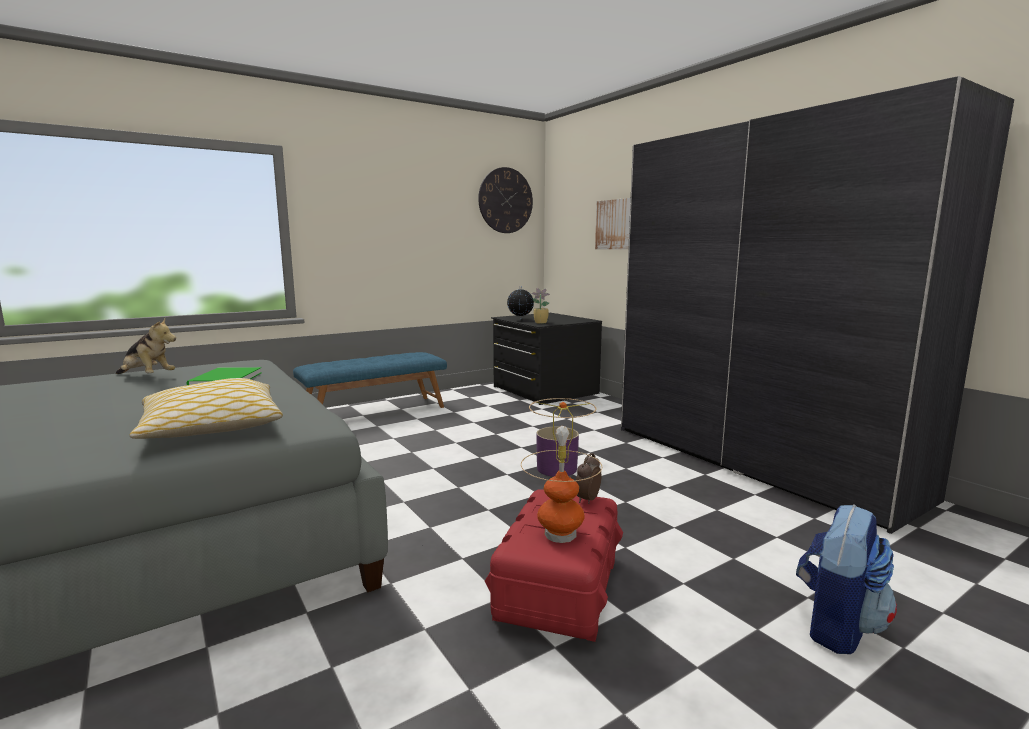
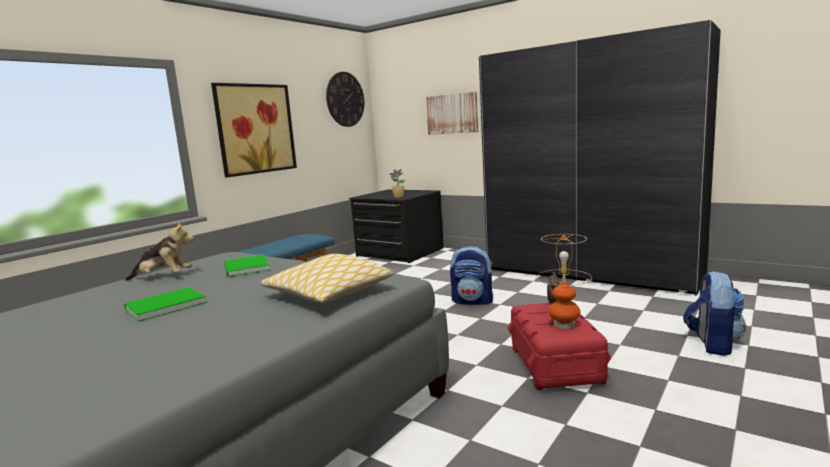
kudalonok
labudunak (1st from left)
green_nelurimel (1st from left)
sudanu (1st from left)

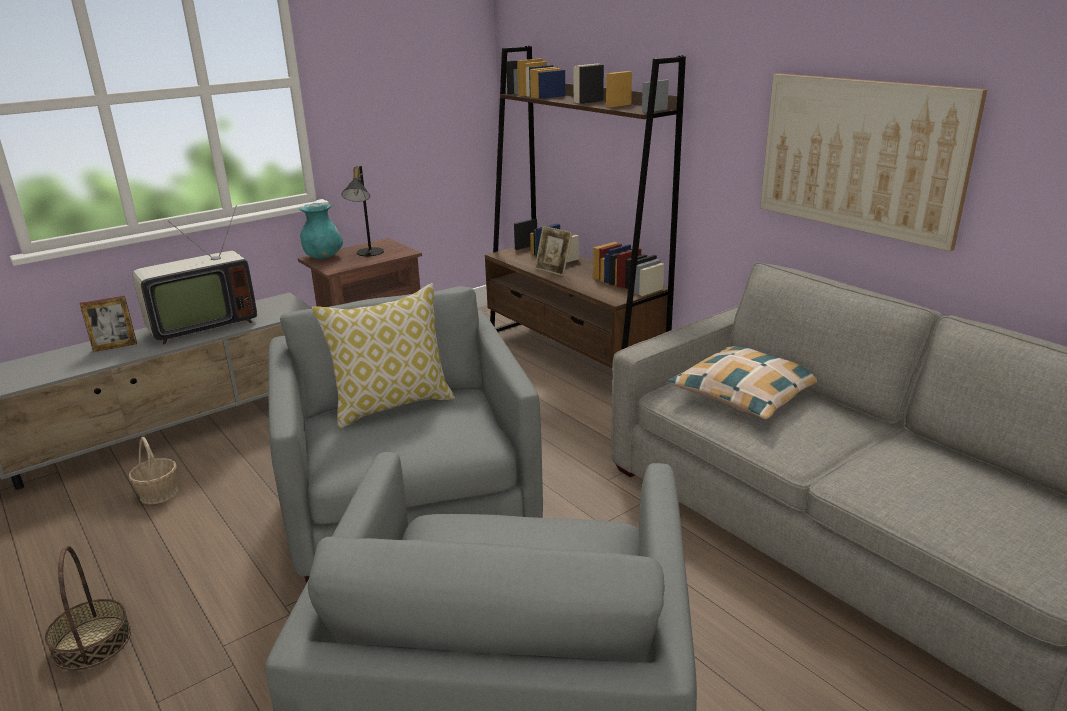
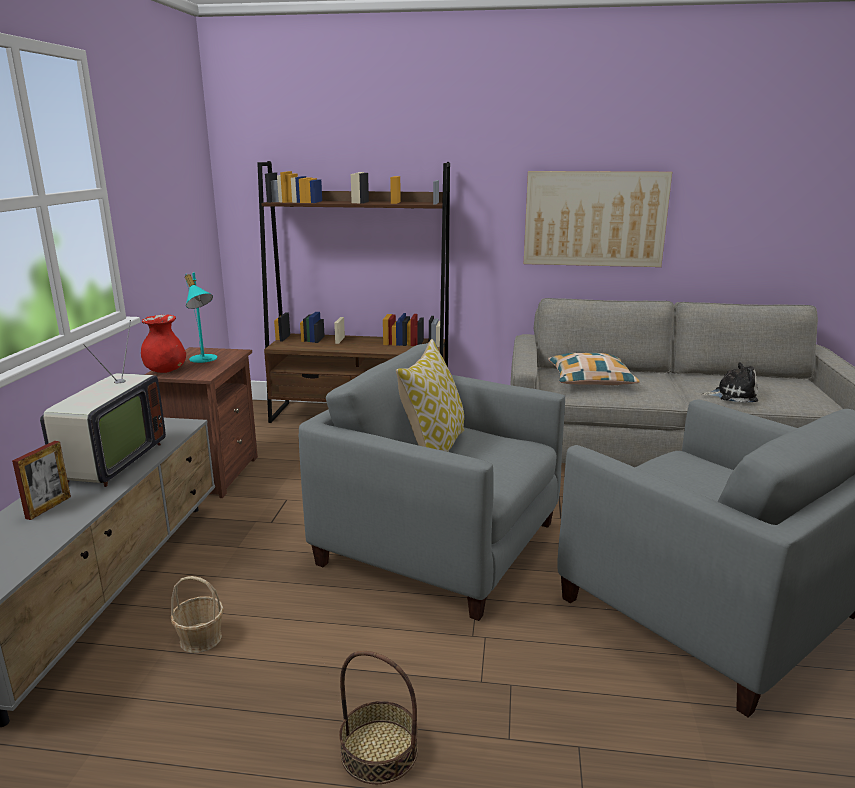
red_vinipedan
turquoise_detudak
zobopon (2nd from left in the first image)
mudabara

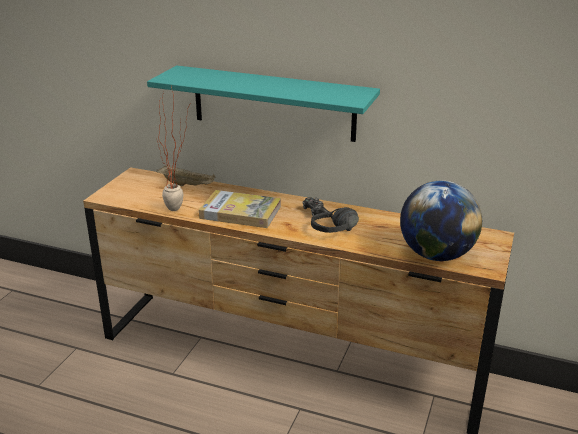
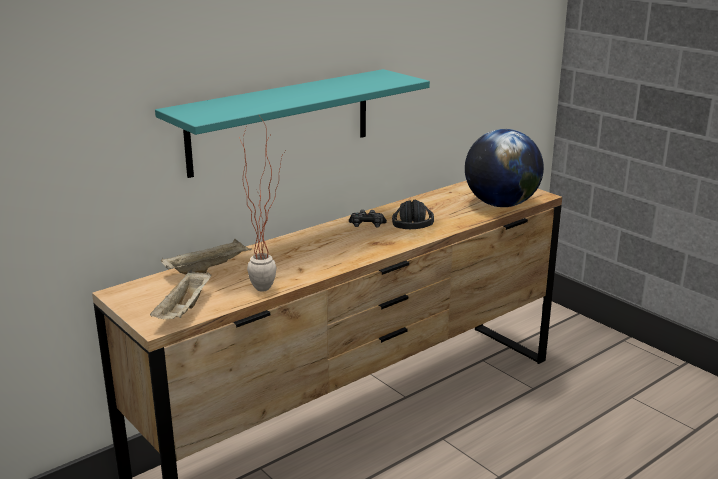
nelurimel
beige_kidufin (1st from left)

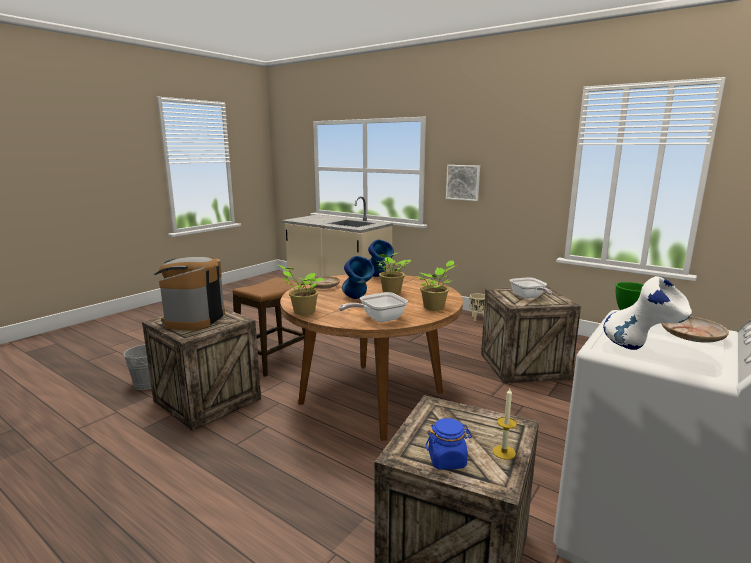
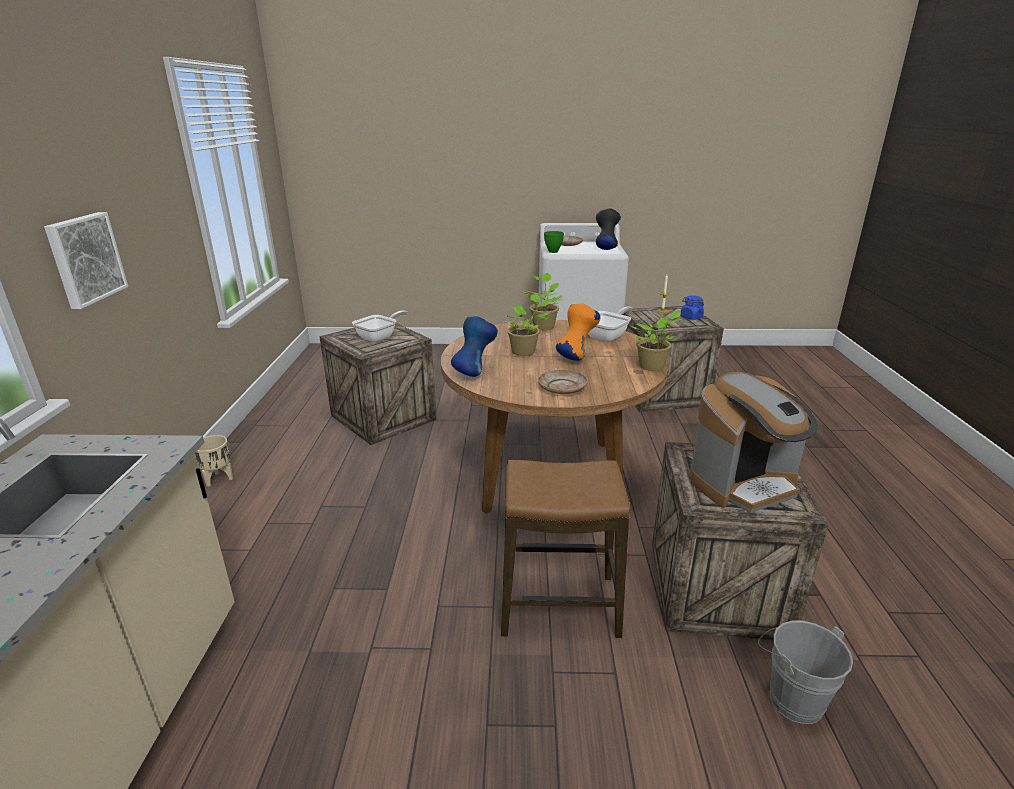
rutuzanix (2nd from left)
orange_vinipedan
black_vinipedan

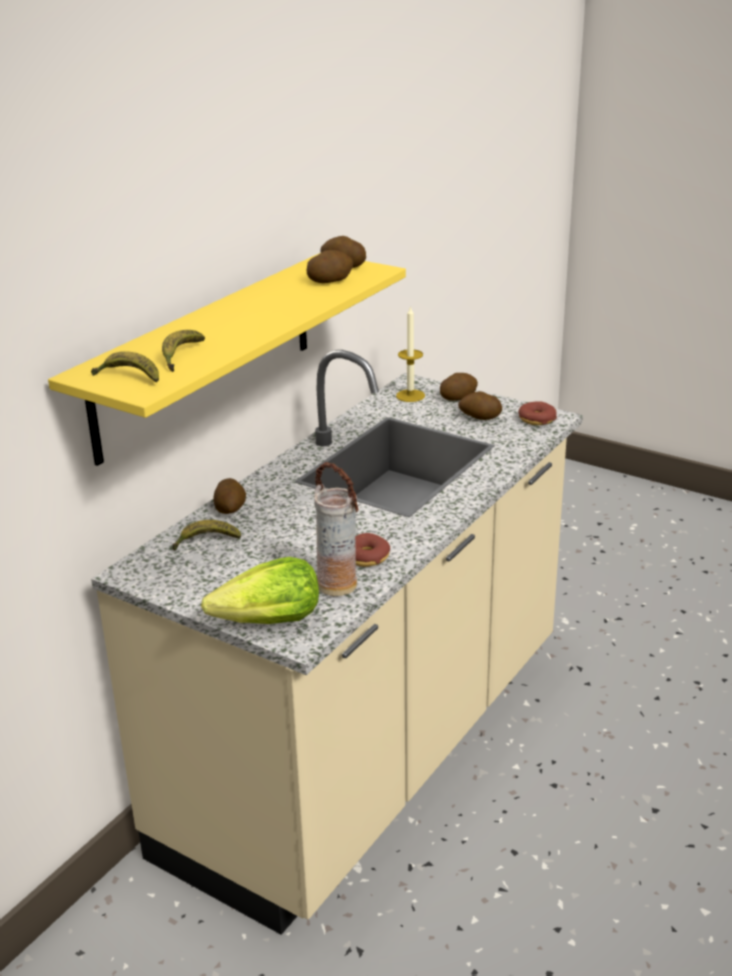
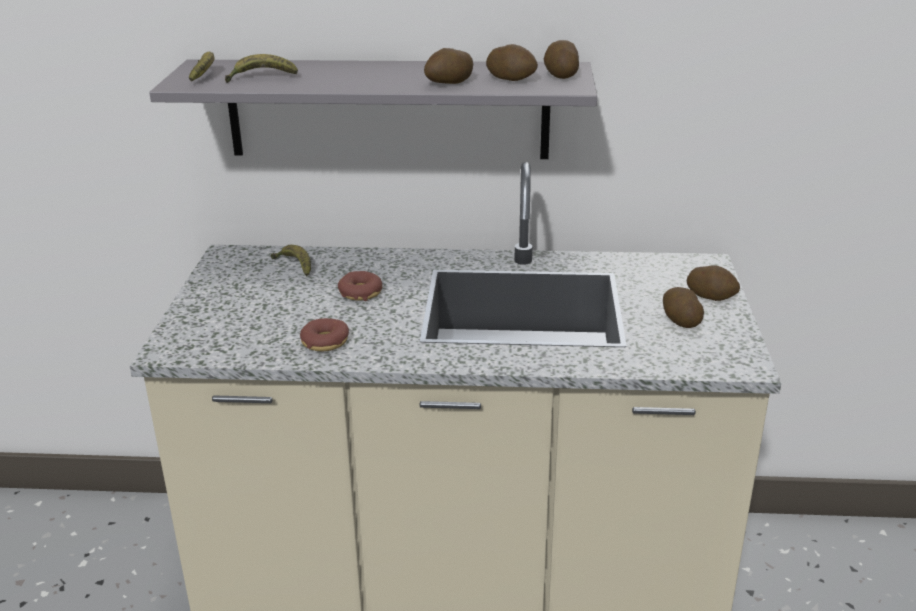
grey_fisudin
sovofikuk
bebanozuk (1st from left)
vinipedan
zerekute
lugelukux (2nd from left)

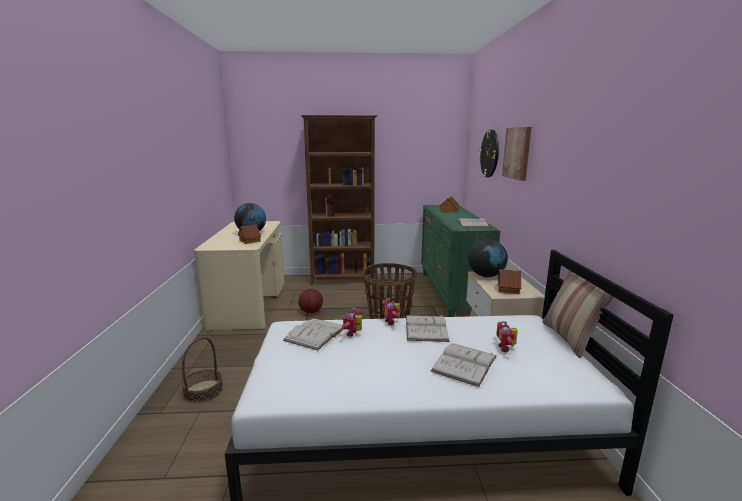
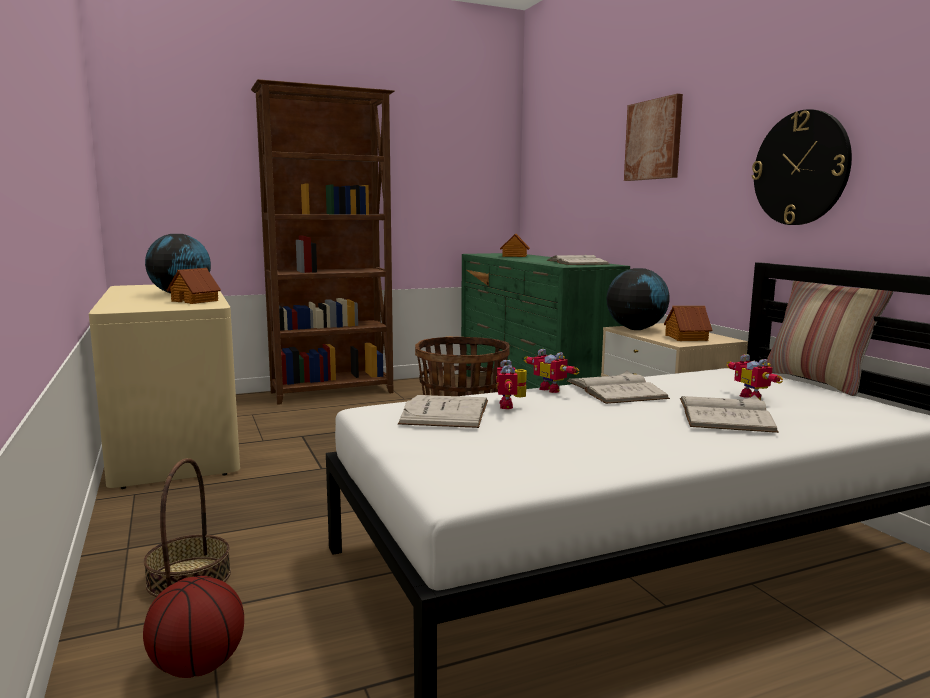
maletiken
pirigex

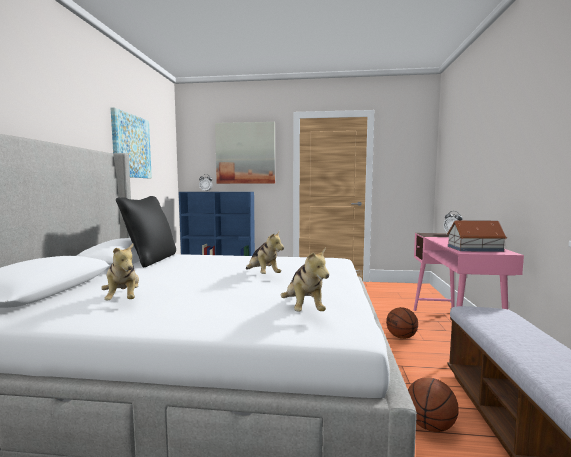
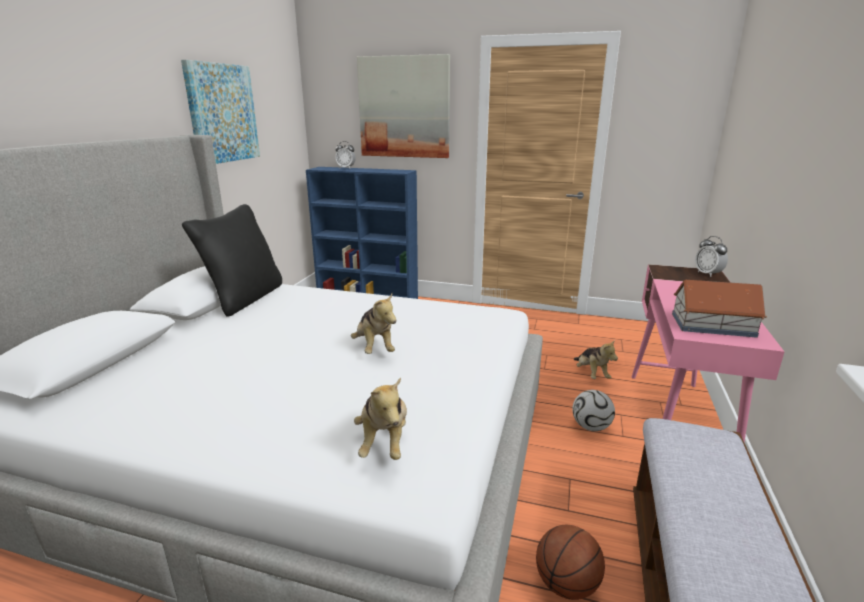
mudabara (3rd from left)
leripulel

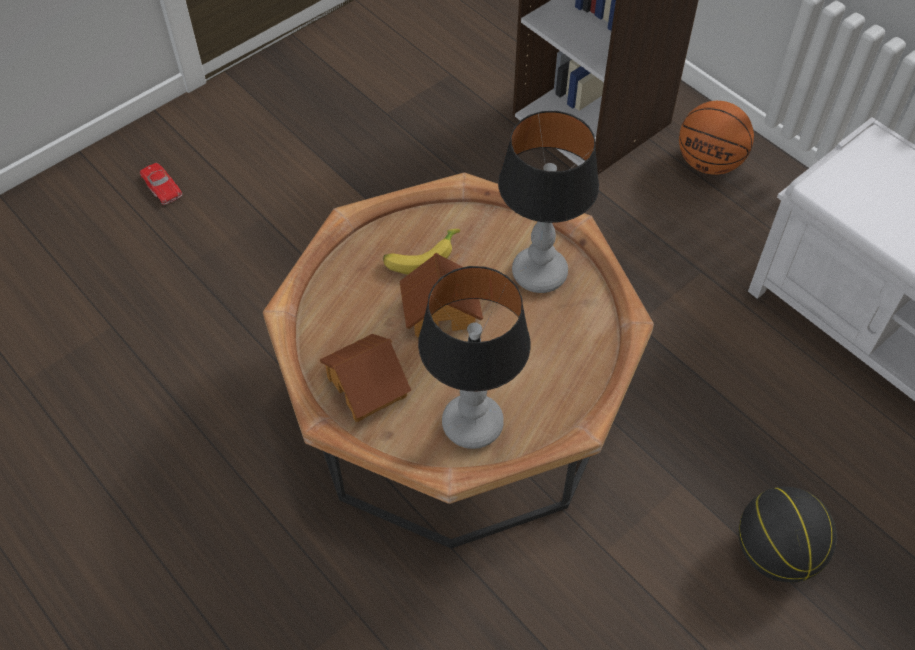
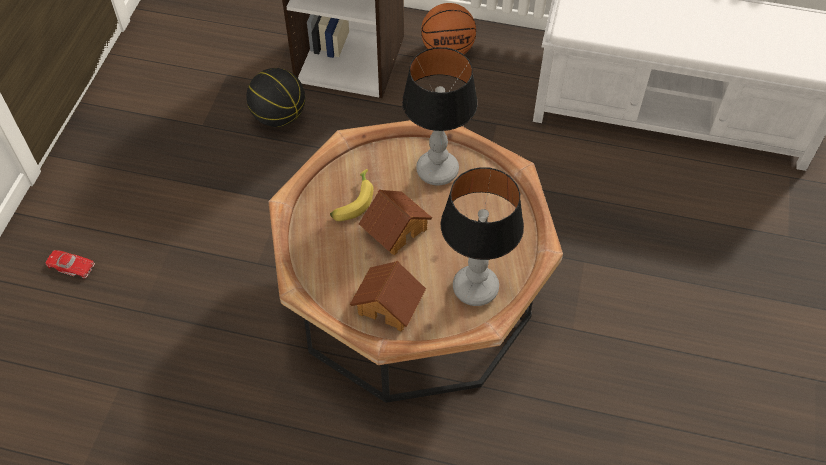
maletiken (1st from left)

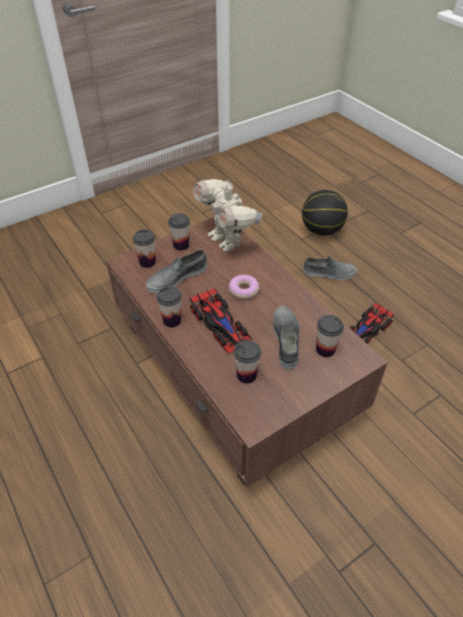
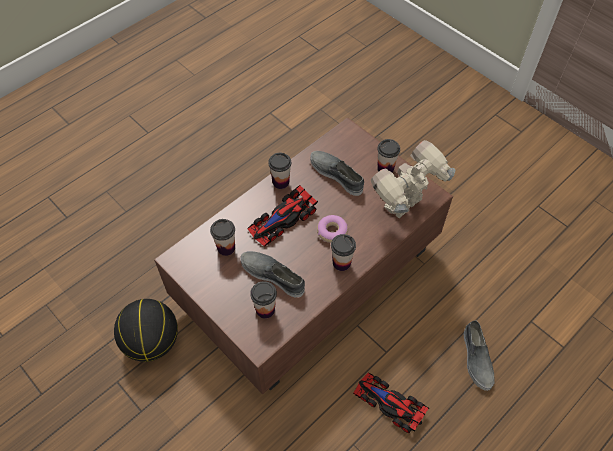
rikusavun (4th from left)
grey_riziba (1st from left)
maletiken

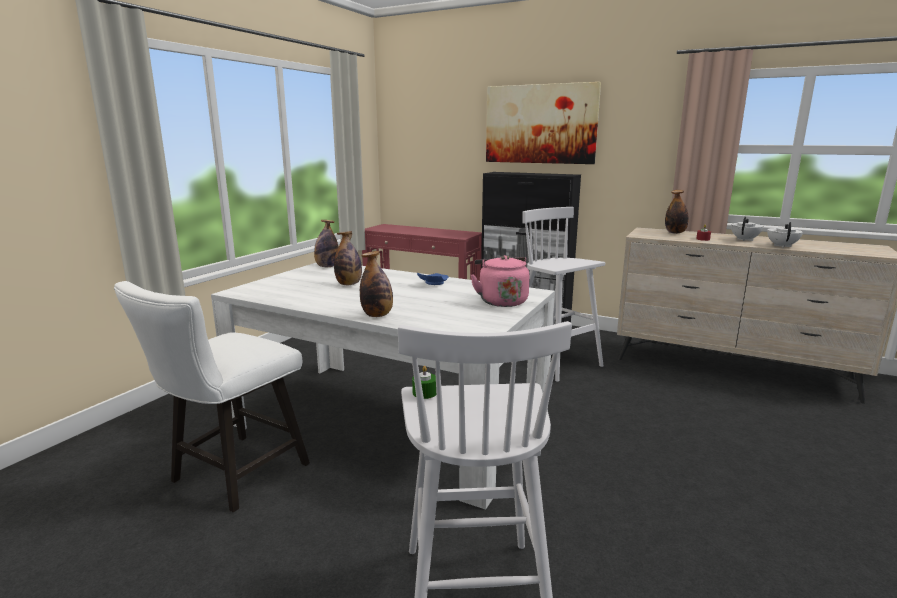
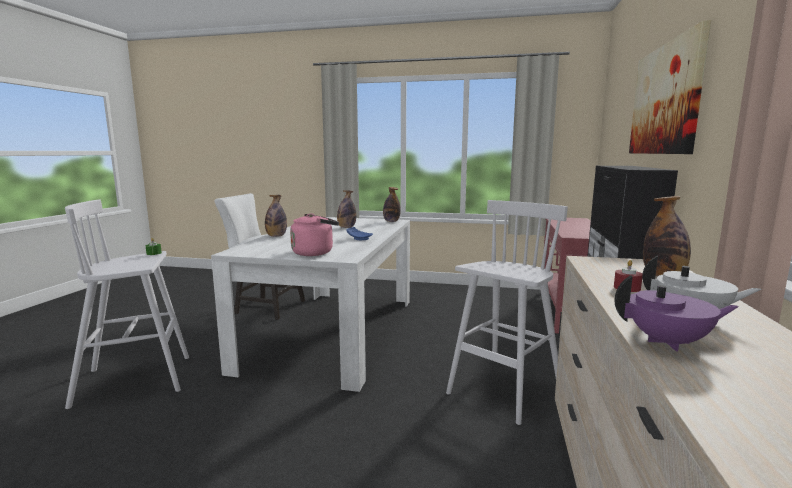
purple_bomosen

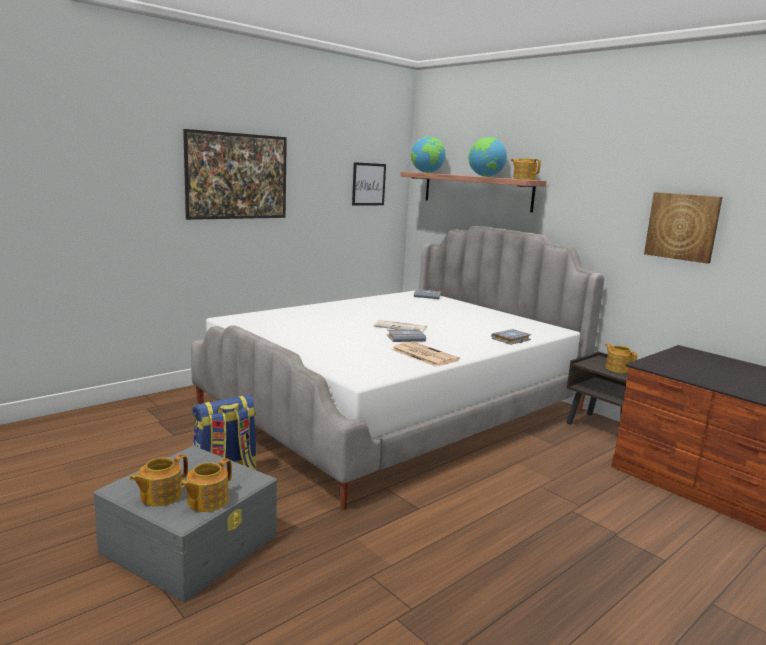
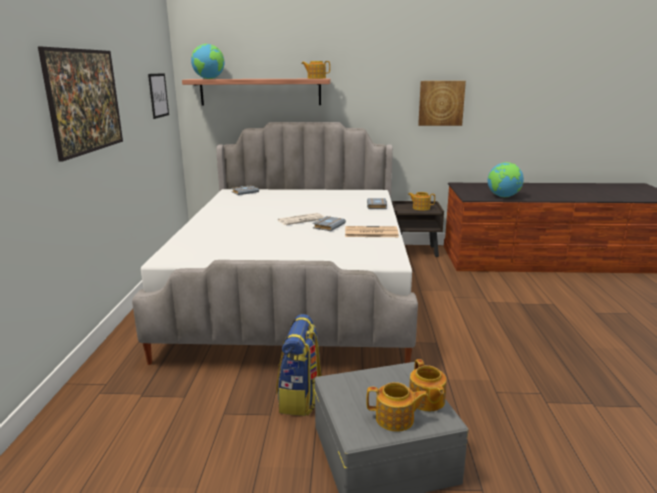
bomosen (2nd from left)
kudalonok (2nd from left)

